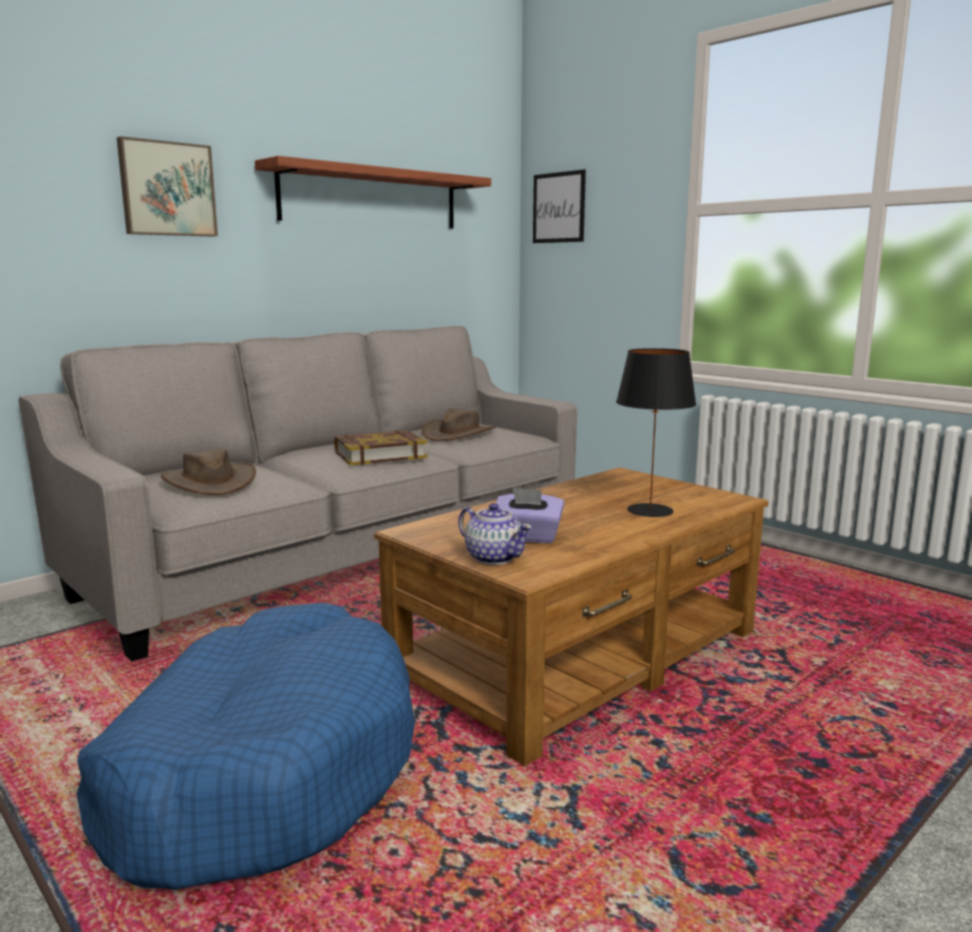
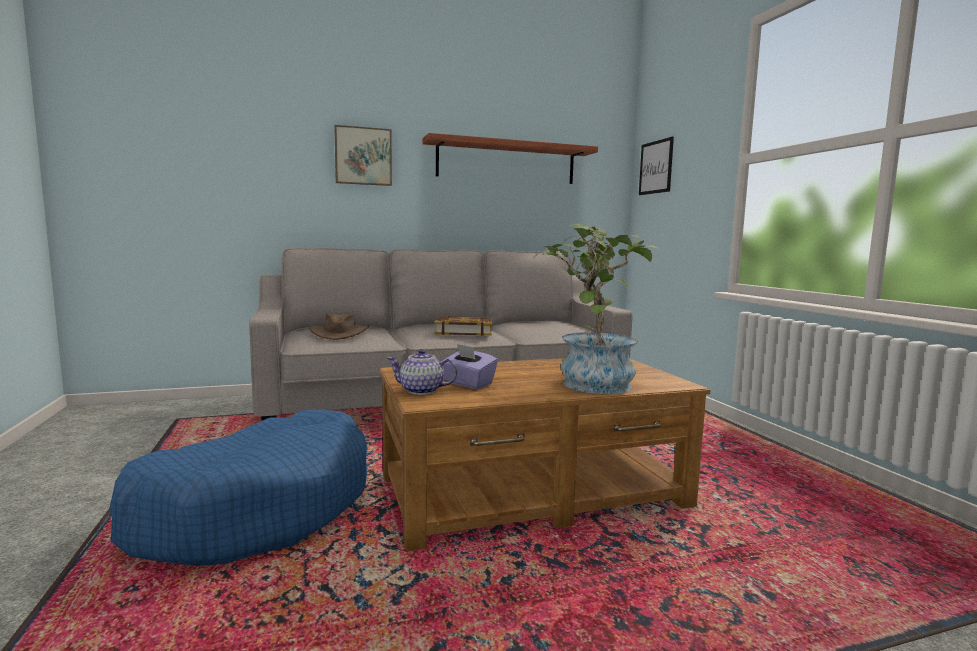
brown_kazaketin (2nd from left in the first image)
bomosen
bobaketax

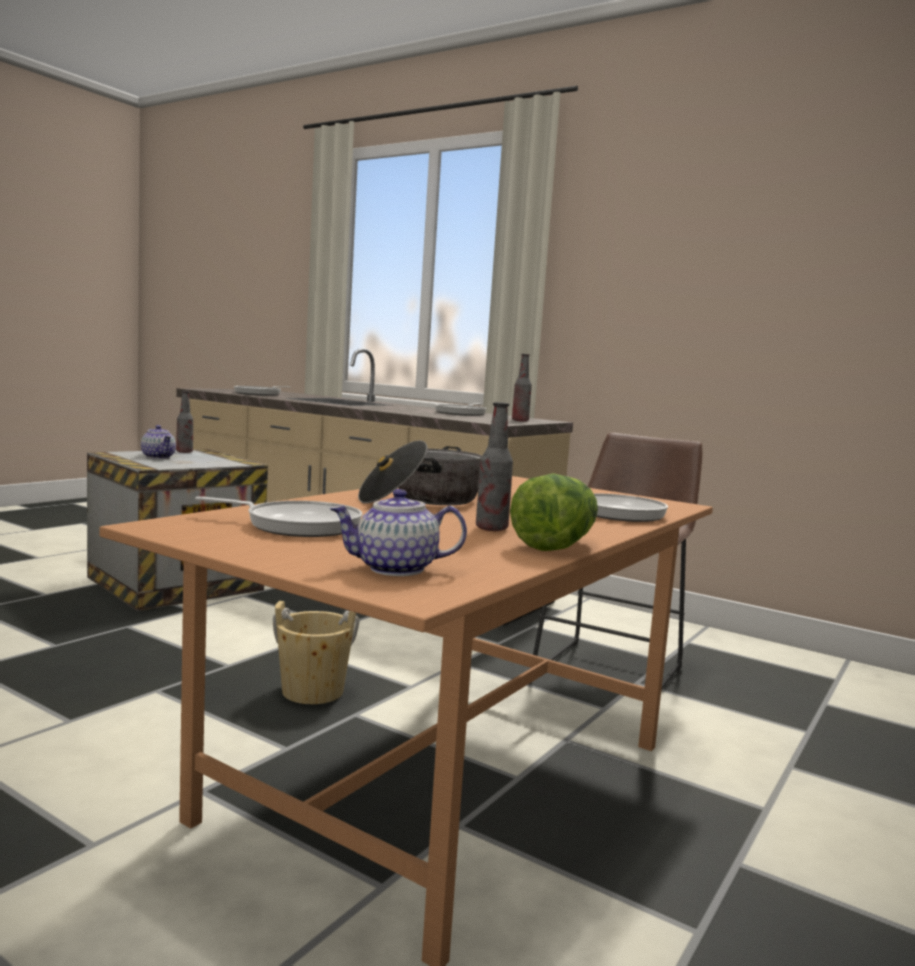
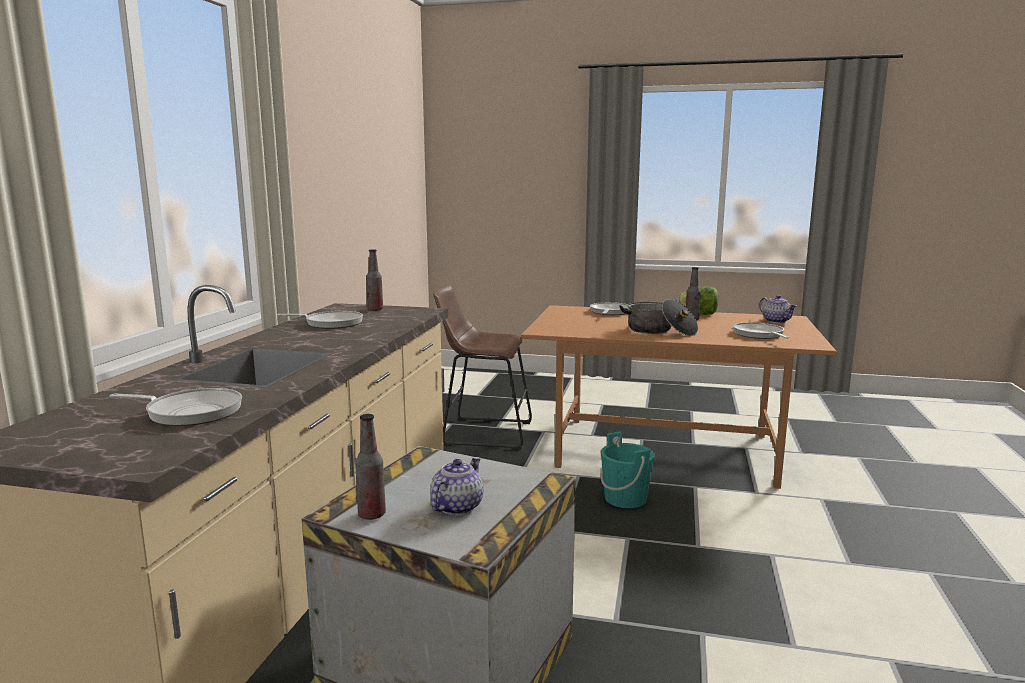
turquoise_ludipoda

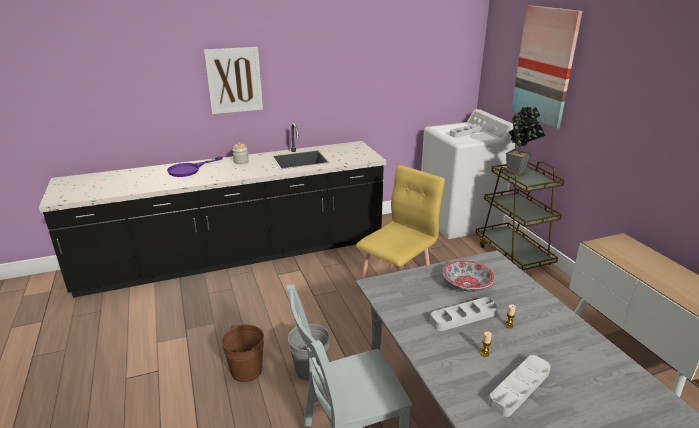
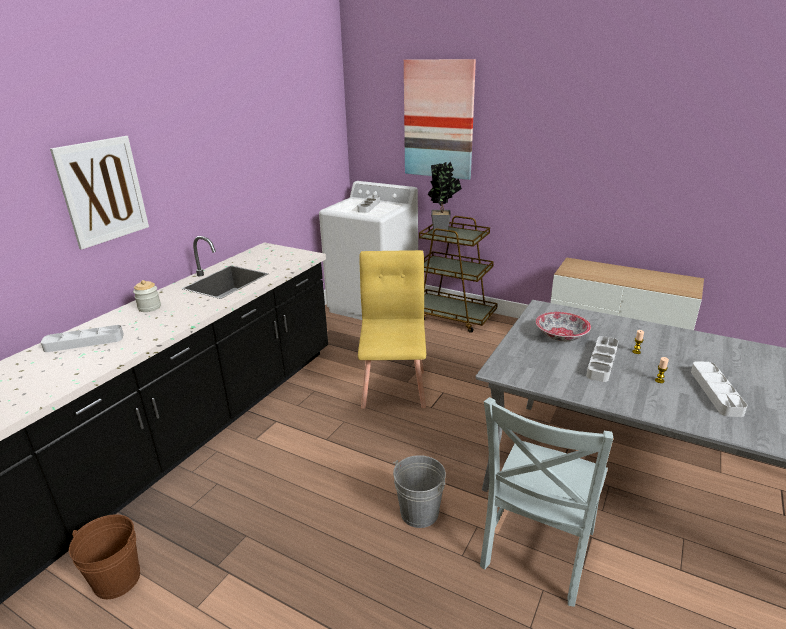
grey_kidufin (1st from left)
brown_ludipoda

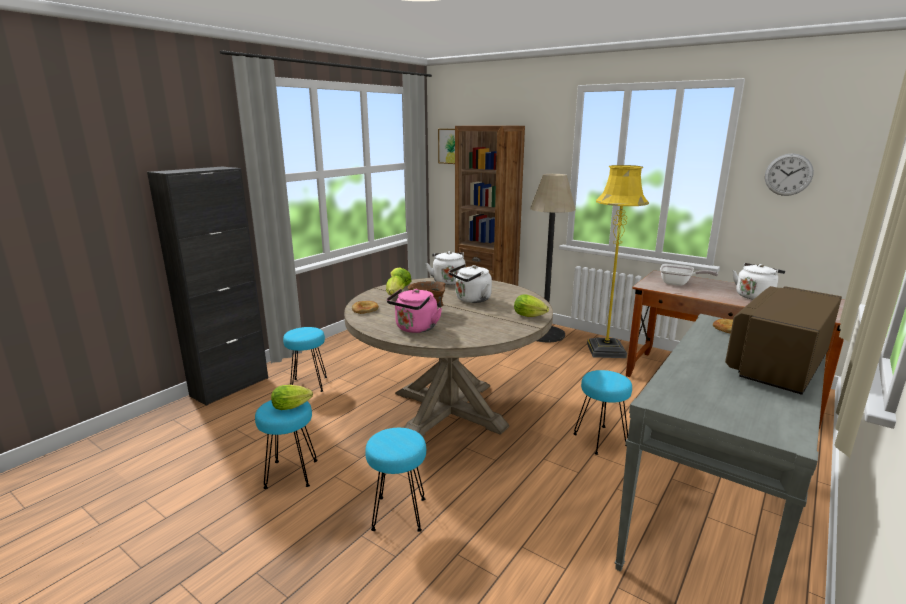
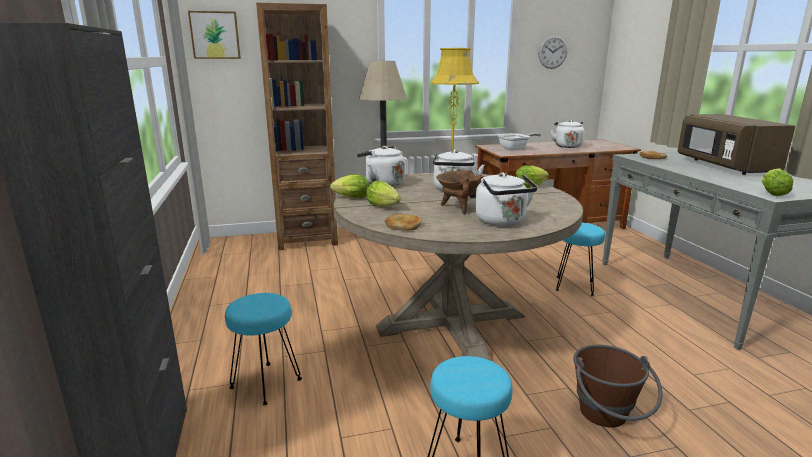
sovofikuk (4th from left)
brown_ludipoda
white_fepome (3rd from left)

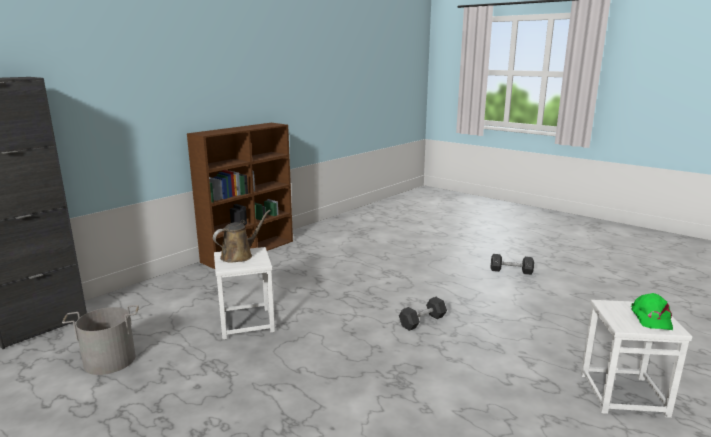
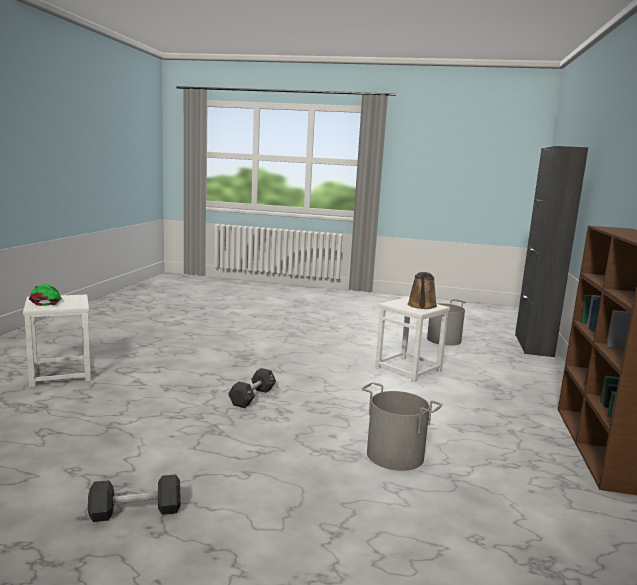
grey_ludipoda (1st from left)

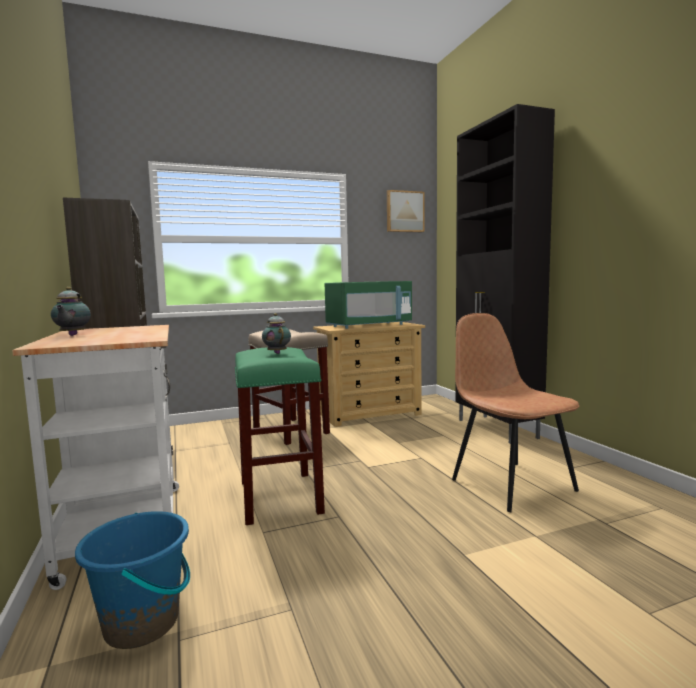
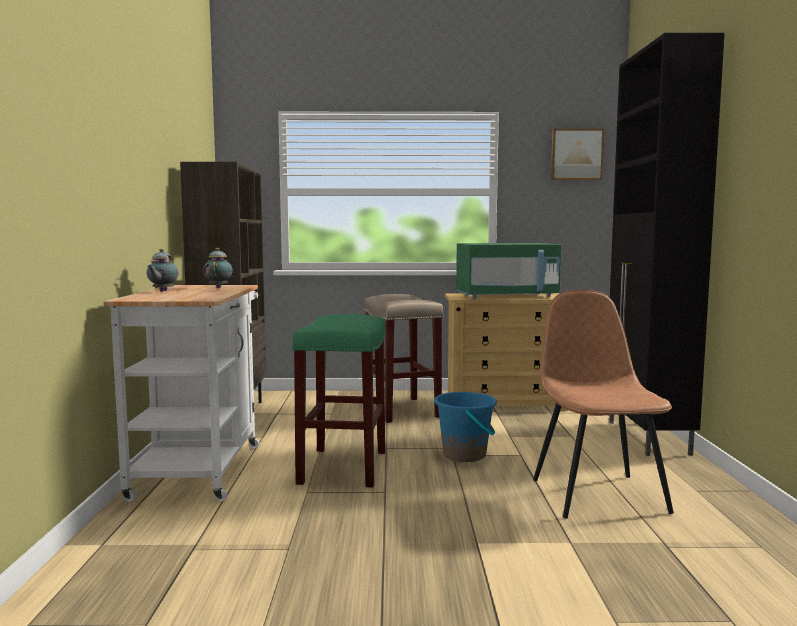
blue_ludipoda
bomosen (2nd from left)

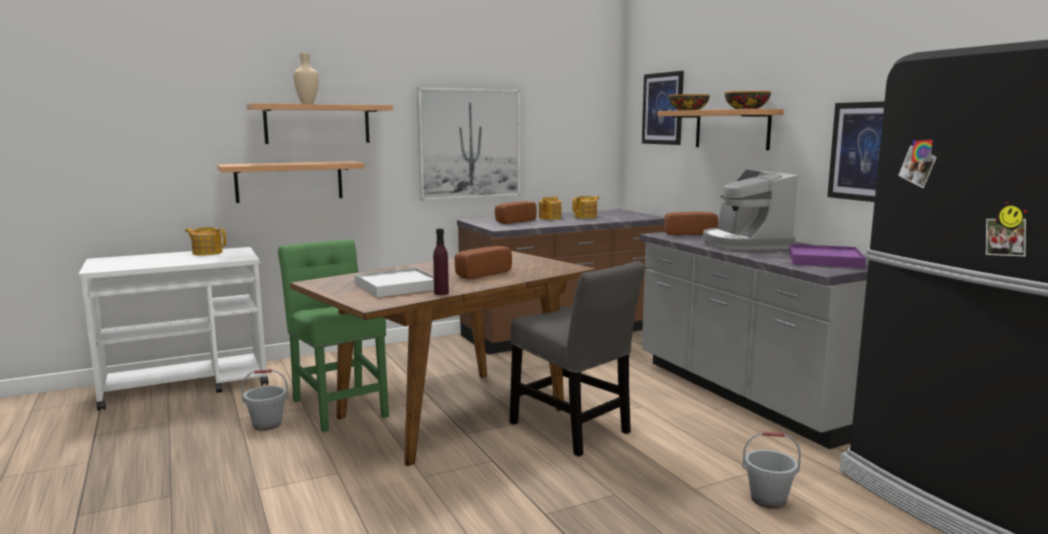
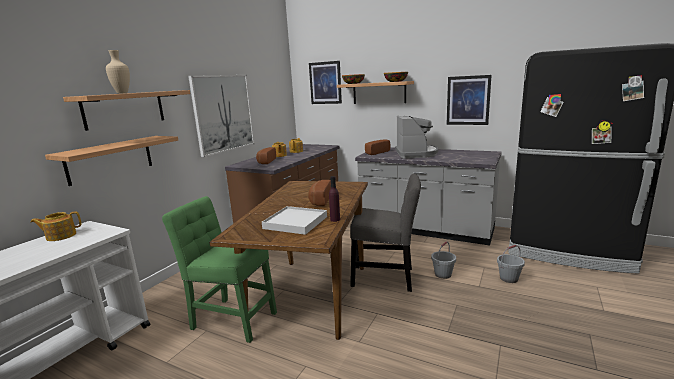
grey_ludipoda (1st from left)
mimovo
purple_kidufin

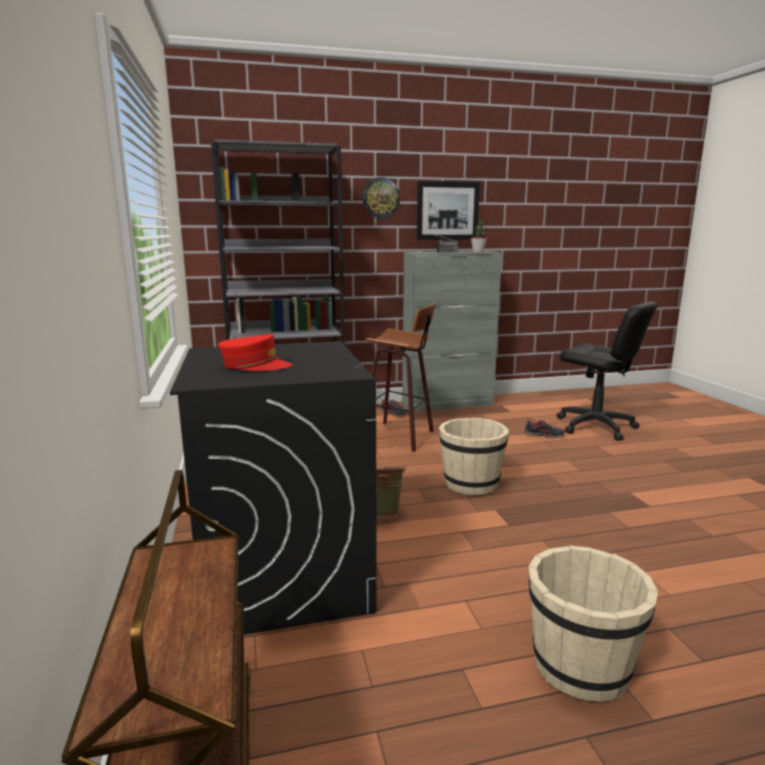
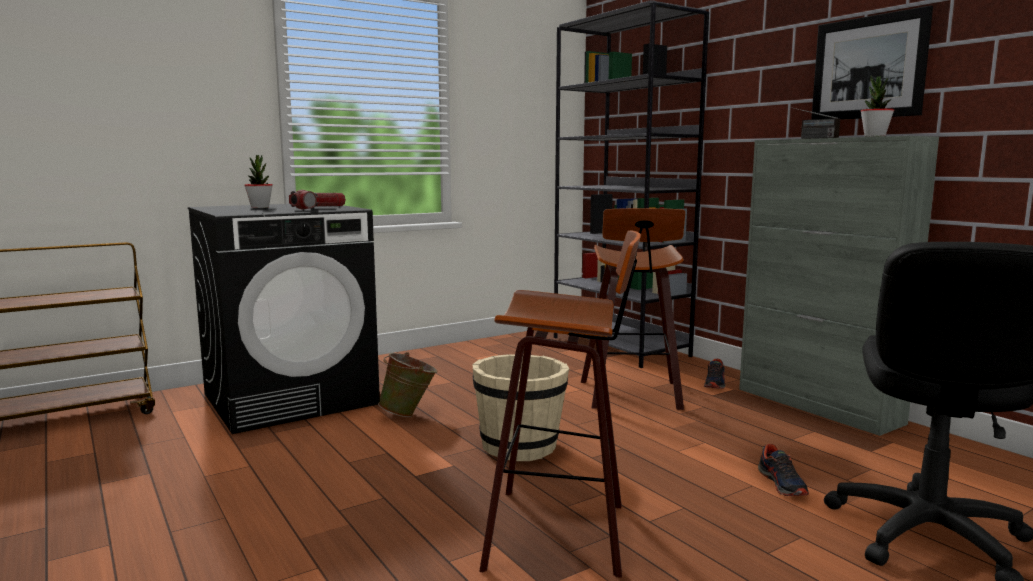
bobaketax (1st from left)
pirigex
beige_ludipoda (2nd from left in the first image)
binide
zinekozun (1st from left)

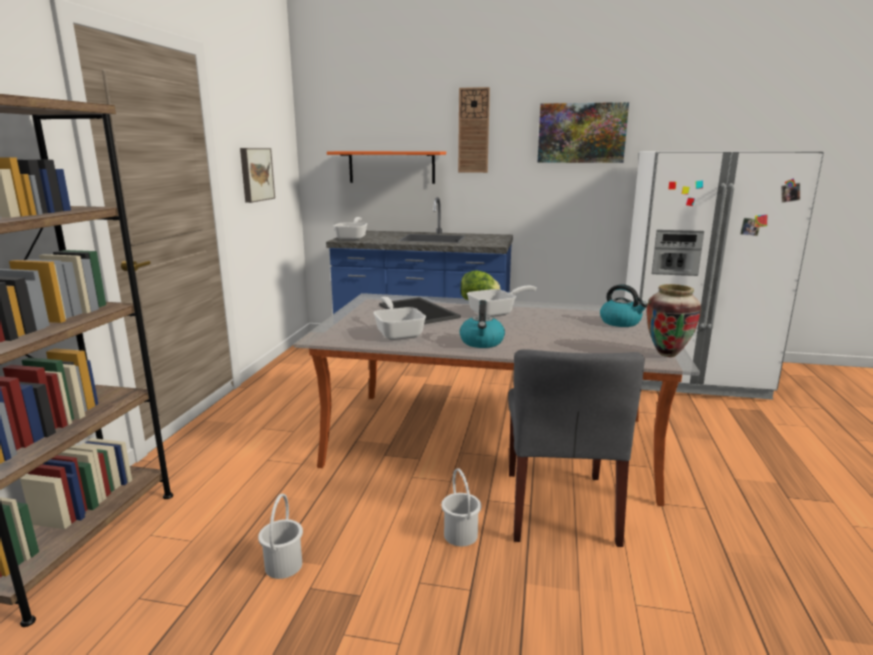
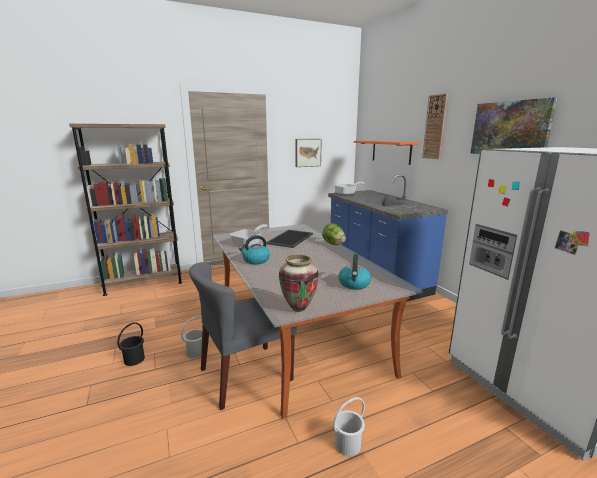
white_ludipoda (2nd from left)
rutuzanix (3rd from left in the first image)
black_ludipoda

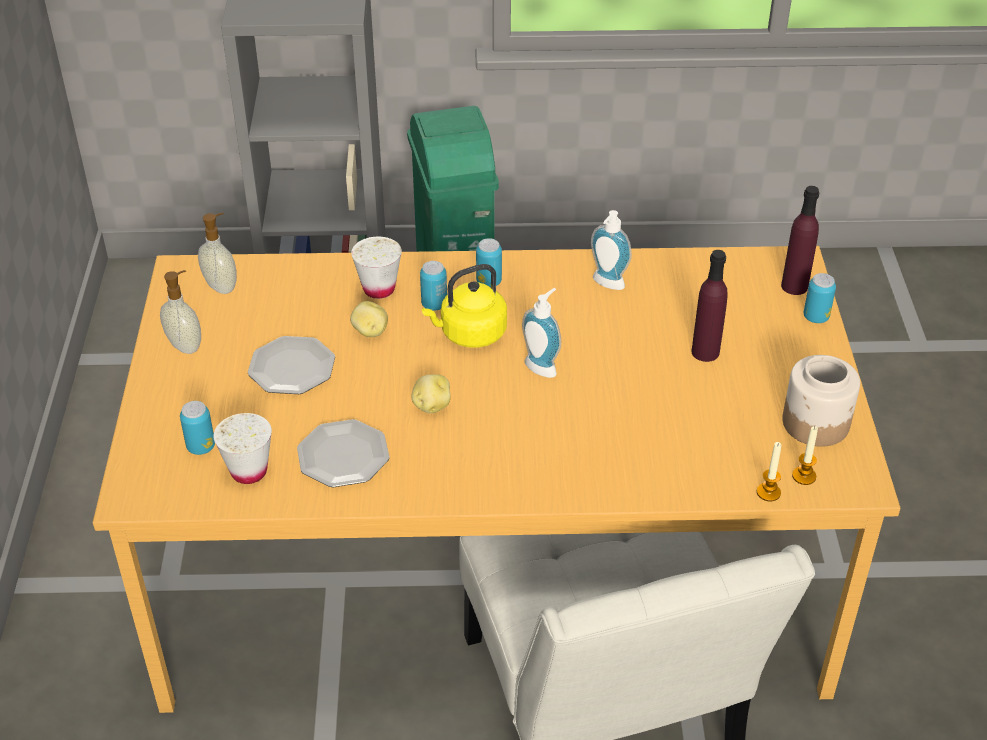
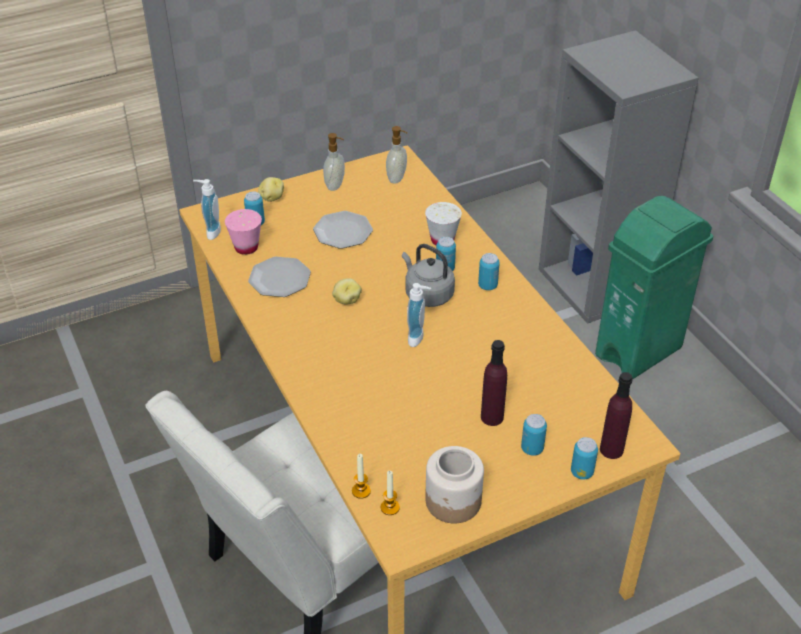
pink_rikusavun
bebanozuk (1st from left)
grey_fepome
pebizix (1st from left)
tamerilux (4th from left)

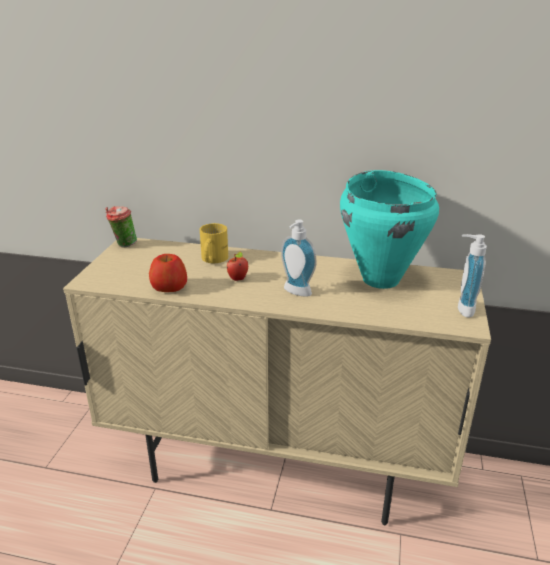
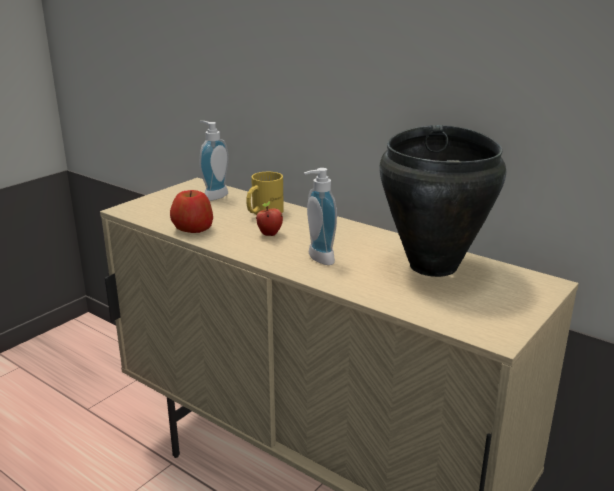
rikusavun
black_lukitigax
pebizix (1st from left)

